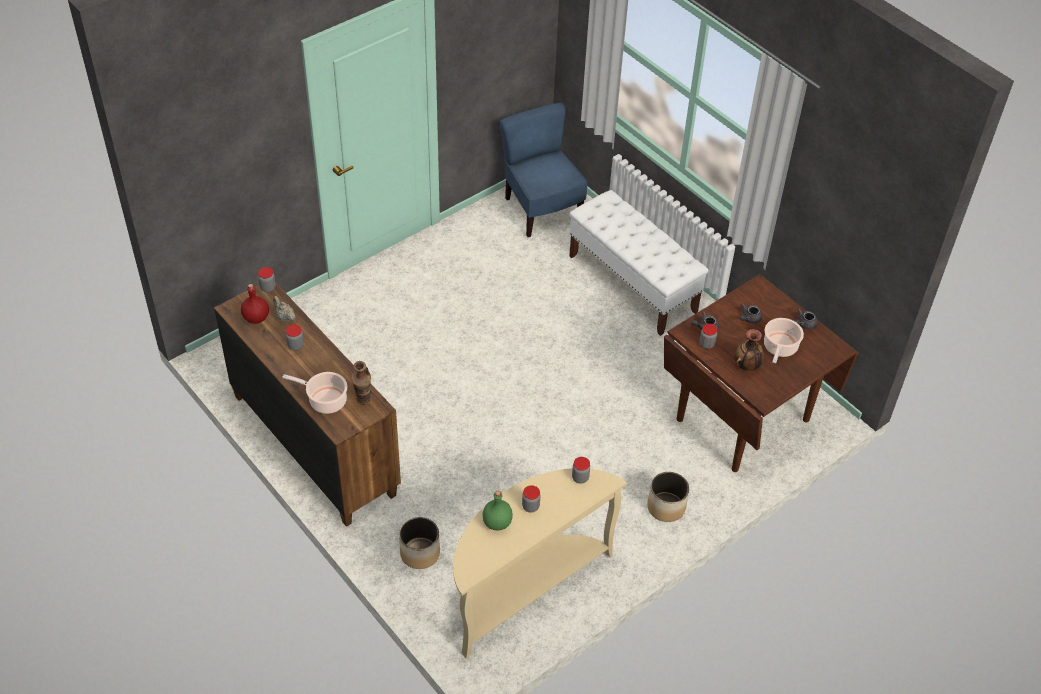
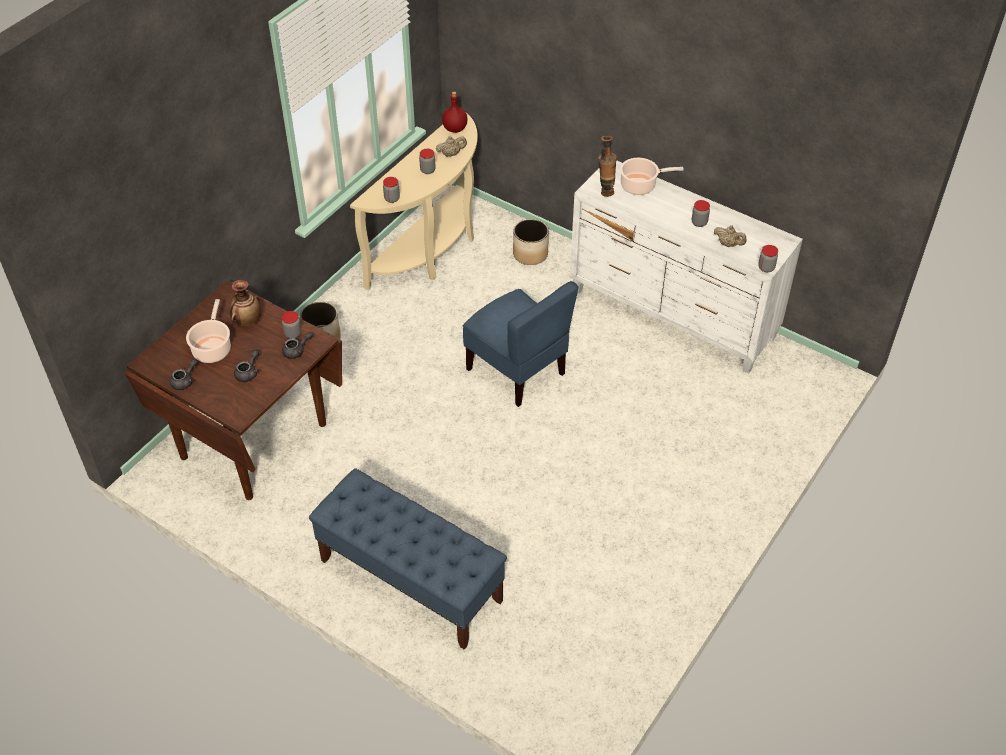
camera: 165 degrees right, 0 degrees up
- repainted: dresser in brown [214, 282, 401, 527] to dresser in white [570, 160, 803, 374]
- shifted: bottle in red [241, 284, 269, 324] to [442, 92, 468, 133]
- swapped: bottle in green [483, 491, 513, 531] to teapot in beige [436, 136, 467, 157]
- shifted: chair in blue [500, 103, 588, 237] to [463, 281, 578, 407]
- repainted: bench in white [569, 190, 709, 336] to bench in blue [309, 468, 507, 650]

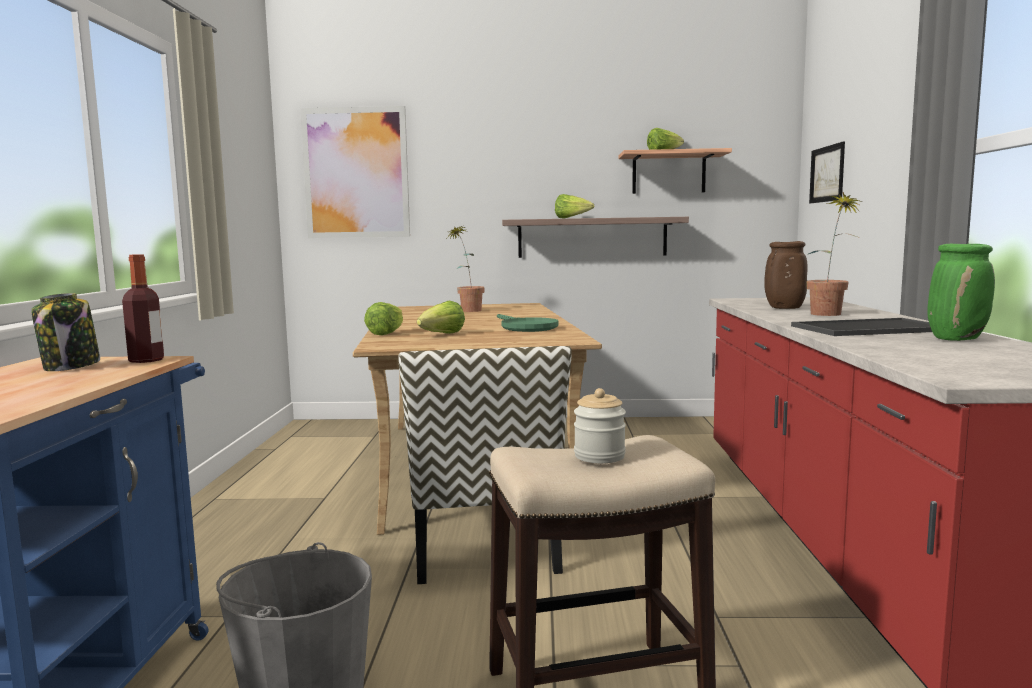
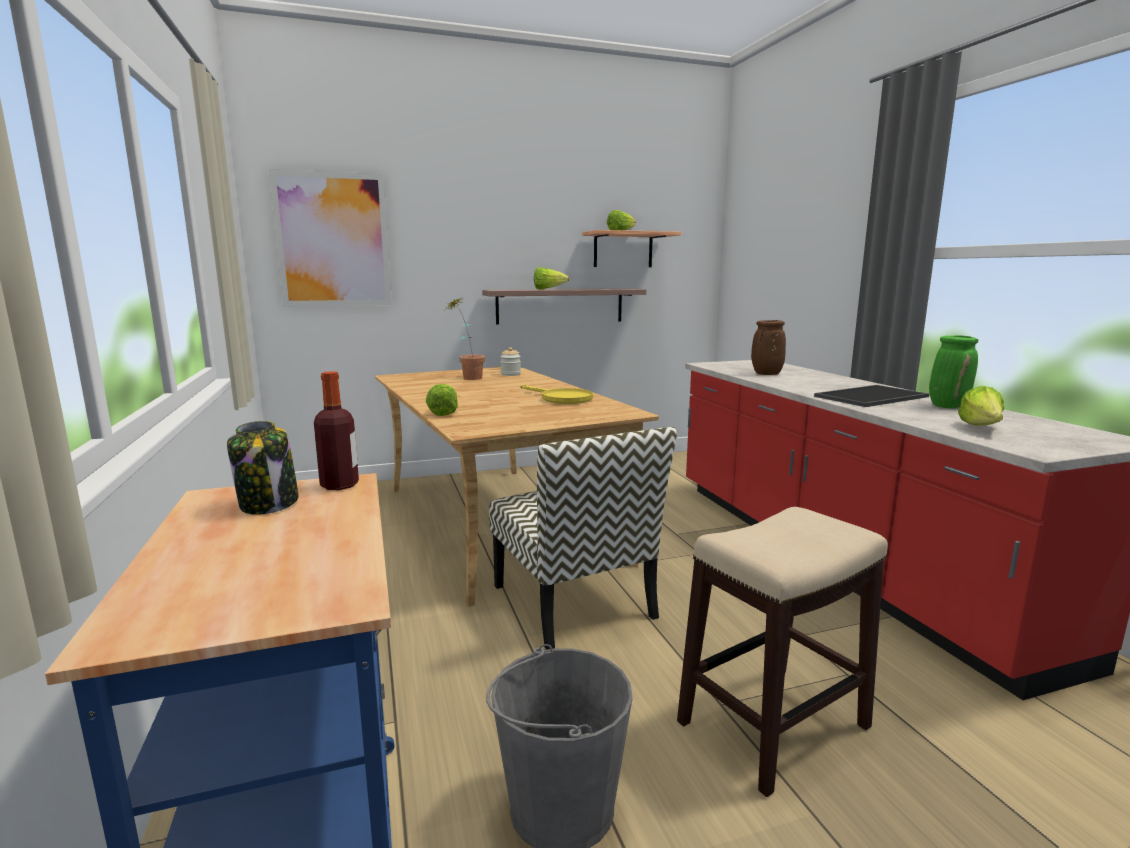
camera: 20 degrees left, 5 degrees up
- shifted: lettuce [417, 300, 465, 334] to [958, 386, 1004, 426]
- repainted: frying pan in green [497, 314, 558, 332] to frying pan in yellow [521, 385, 593, 404]
- shifted: jar [574, 388, 626, 463] to [500, 347, 521, 376]
- gone: potted plant [807, 192, 860, 316]
- gone: picture [809, 141, 845, 203]

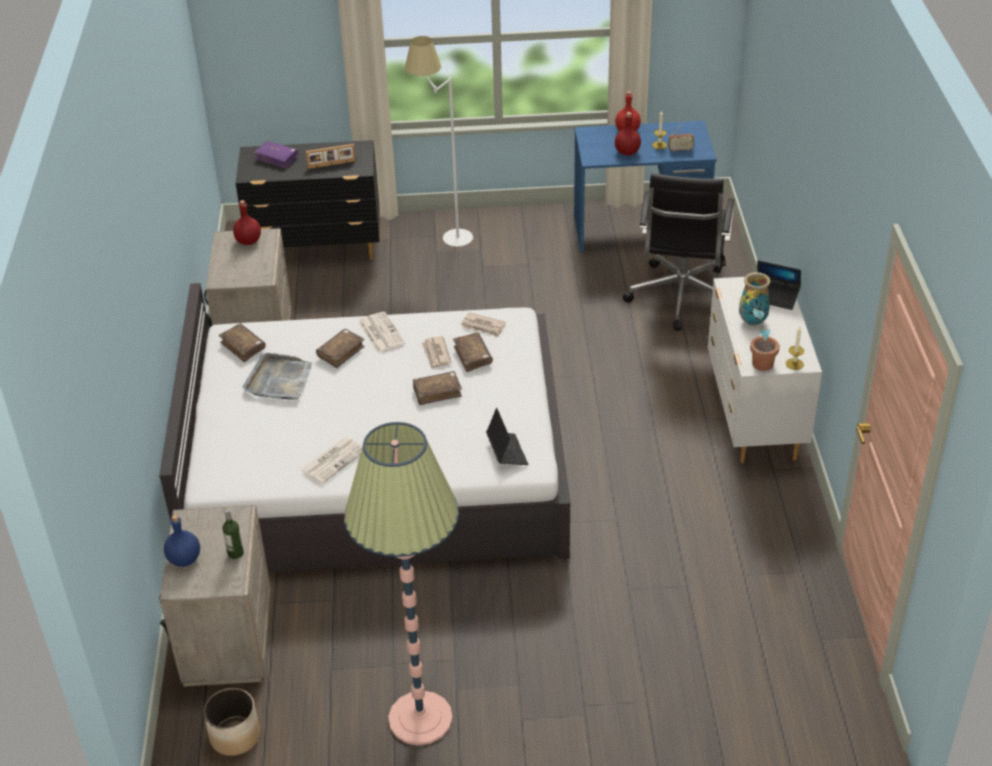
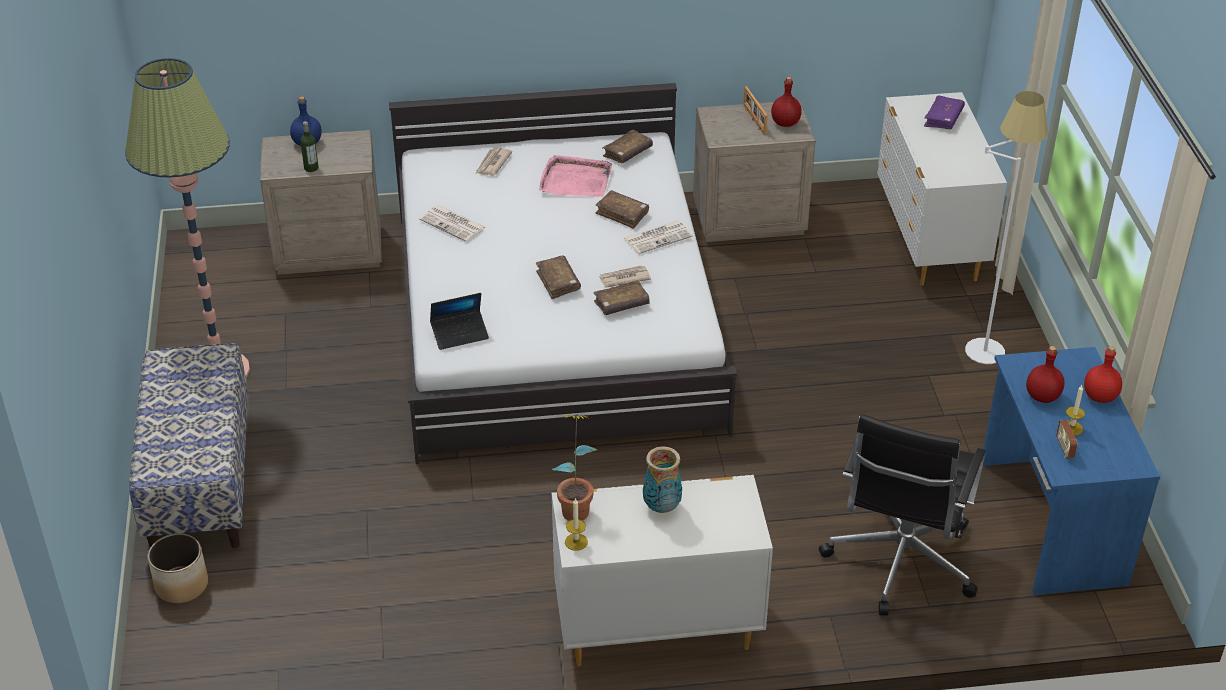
camera: 85 degrees right, 0 degrees up
- shifted: planter [203, 688, 260, 756] to [148, 533, 208, 603]
- repainted: dresser in black [236, 140, 380, 260] to dresser in white [877, 92, 1007, 286]
- repainted: tray in grey [243, 353, 312, 400] to tray in pink [539, 155, 612, 197]
- shifted: picture frame [306, 144, 356, 169] to [743, 86, 768, 135]
- shifted: newspaper [461, 312, 506, 337] to [476, 147, 512, 176]
- rotated: office chair in black [622, 173, 734, 331] = [819, 414, 986, 616] 75 degrees counterclockwise
- gone: laptop [757, 260, 801, 310]
- new: bench [129, 343, 248, 548]

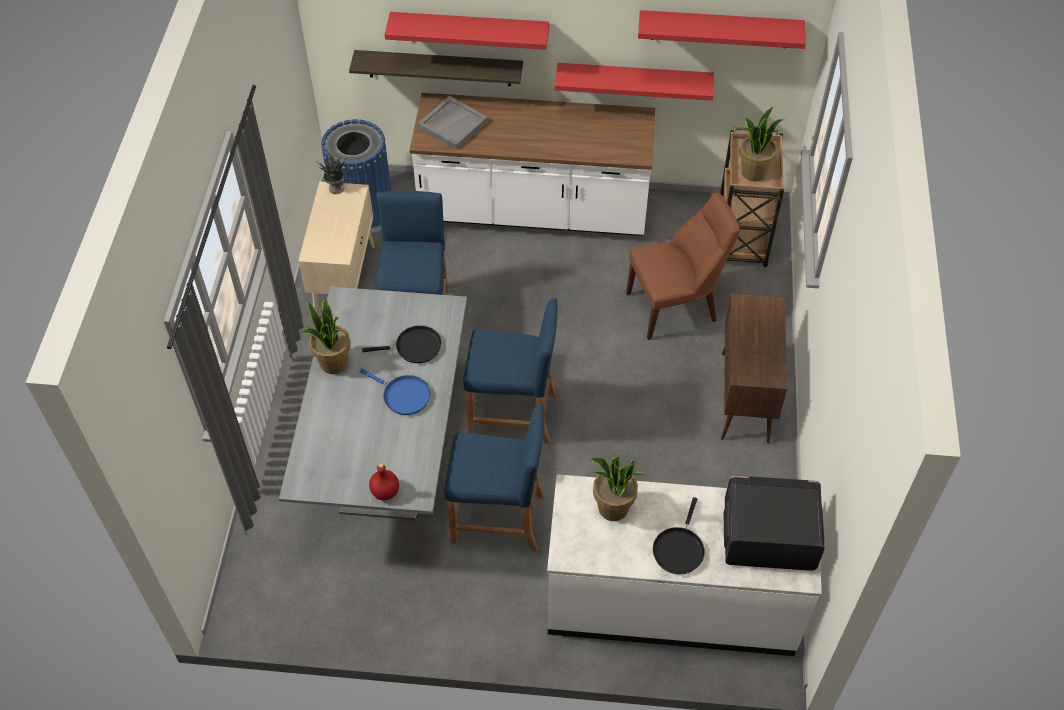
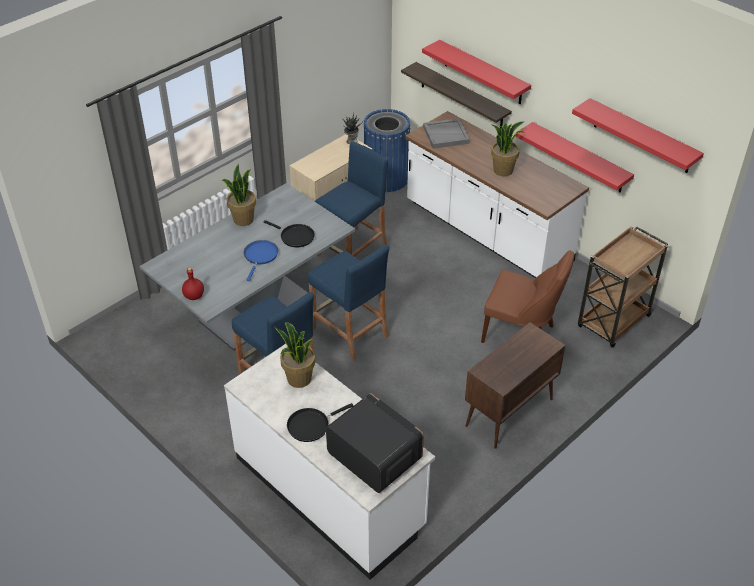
camera: 40 degrees right, 10 degrees down
- rotated: frying pan in blue [359, 368, 430, 415] = [244, 240, 278, 281] 150 degrees counterclockwise
- shifted: potted plant [739, 107, 784, 181] to [491, 121, 526, 176]

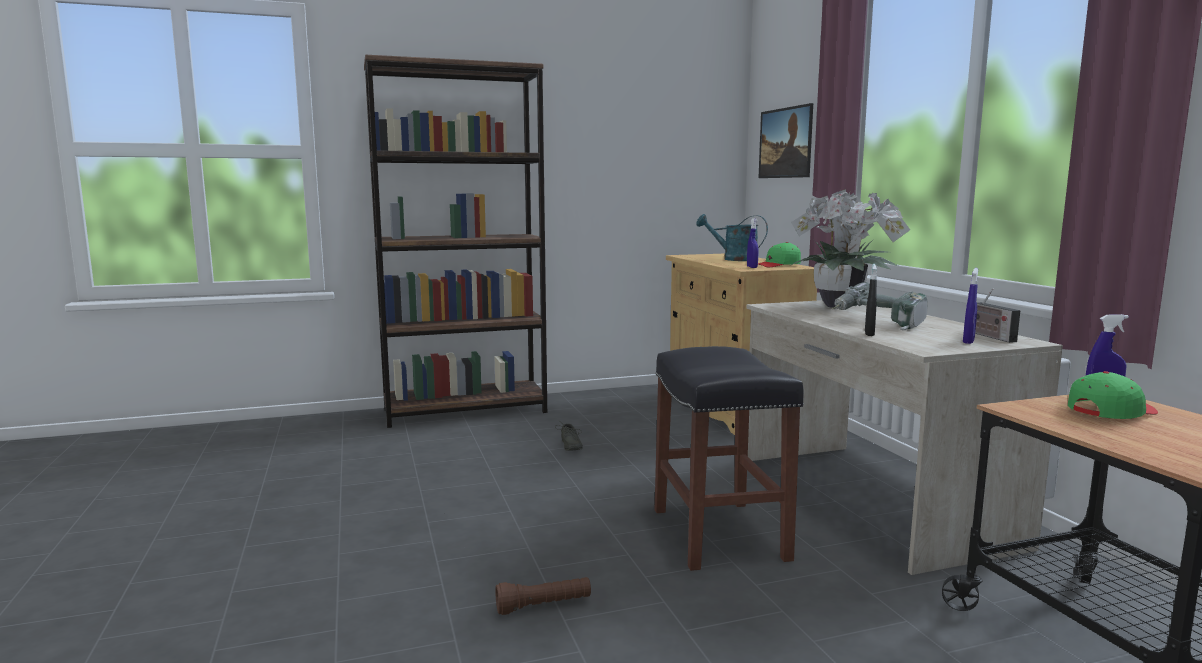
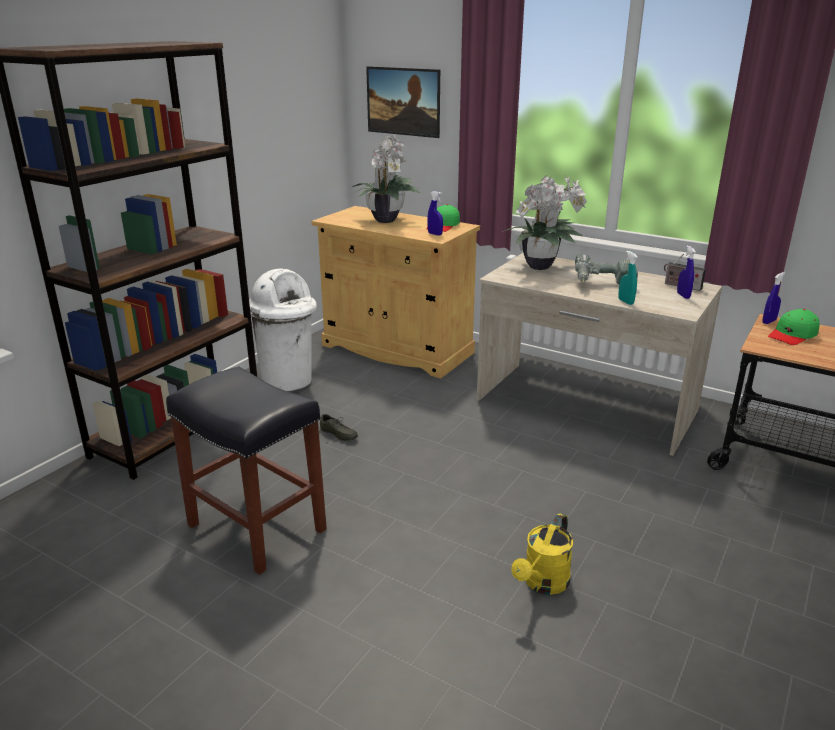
camera: 40 degrees left, 15 degrees up
- swapped: flashlight in brown [495, 577, 591, 615] to watering can in yellow [511, 513, 573, 595]
- shifted: stool in black [654, 346, 804, 571] to [166, 367, 327, 575]
- swapped: watering can in turquoise [696, 214, 768, 261] to potted plant [352, 134, 420, 223]
- repainted: spray bottle in black [865, 264, 877, 336] to spray bottle in turquoise [618, 251, 638, 305]
- rotated: cap in green [1068, 371, 1158, 419] = [768, 309, 820, 345] 150 degrees counterclockwise
- new: trash can in white [249, 269, 317, 391]

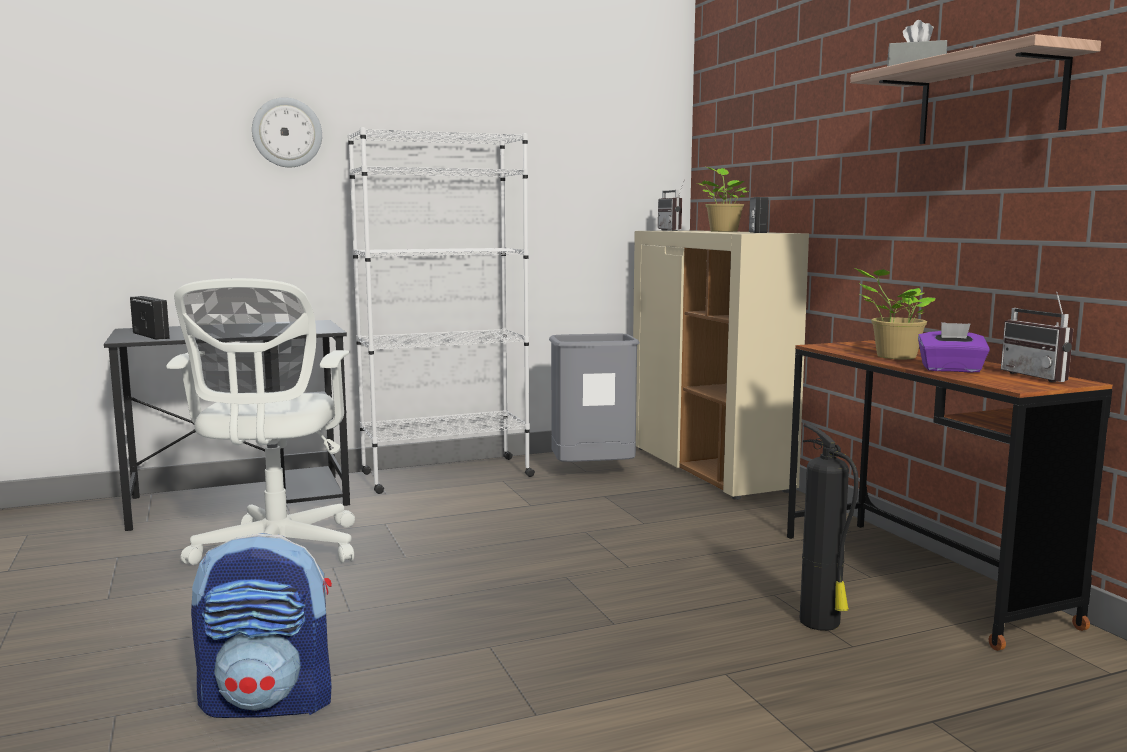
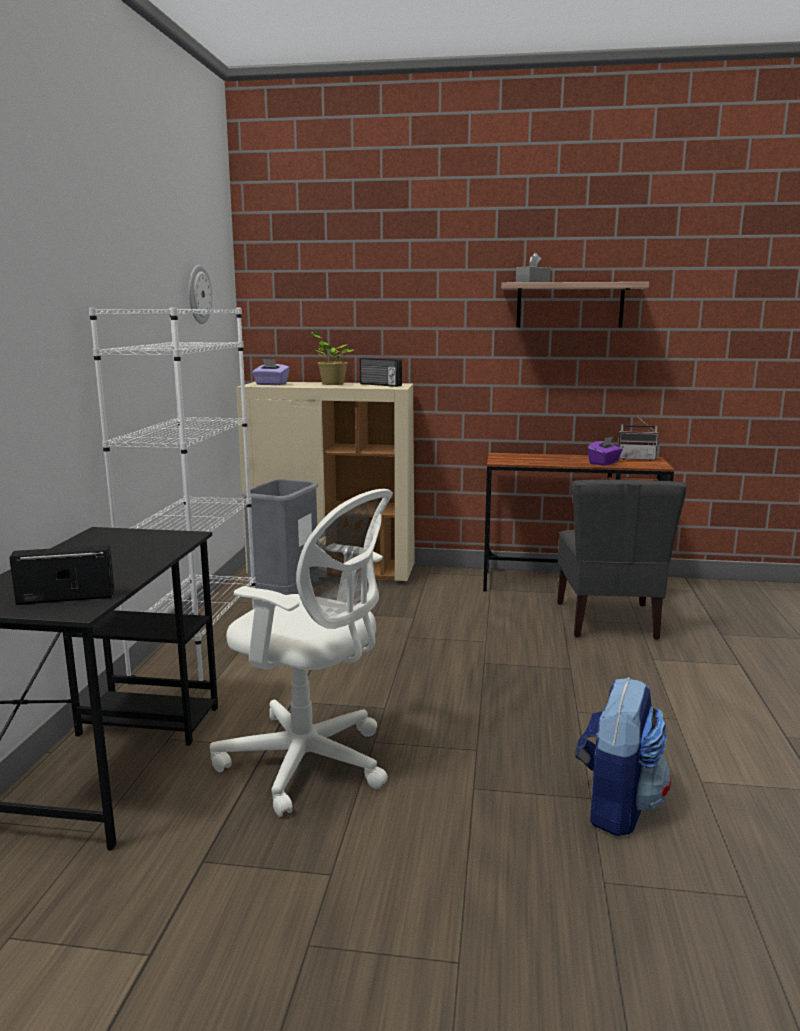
camera: 60 degrees left, 5 degrees up
- shifted: wall clock [252, 97, 322, 167] to [189, 265, 212, 324]
- swapped: radio [658, 180, 685, 231] to tissue box in purple [252, 359, 290, 385]
- swapped: fire extinguisher [800, 424, 859, 631] to chair in grey [557, 480, 687, 640]
- gone: potted plant [855, 268, 935, 359]

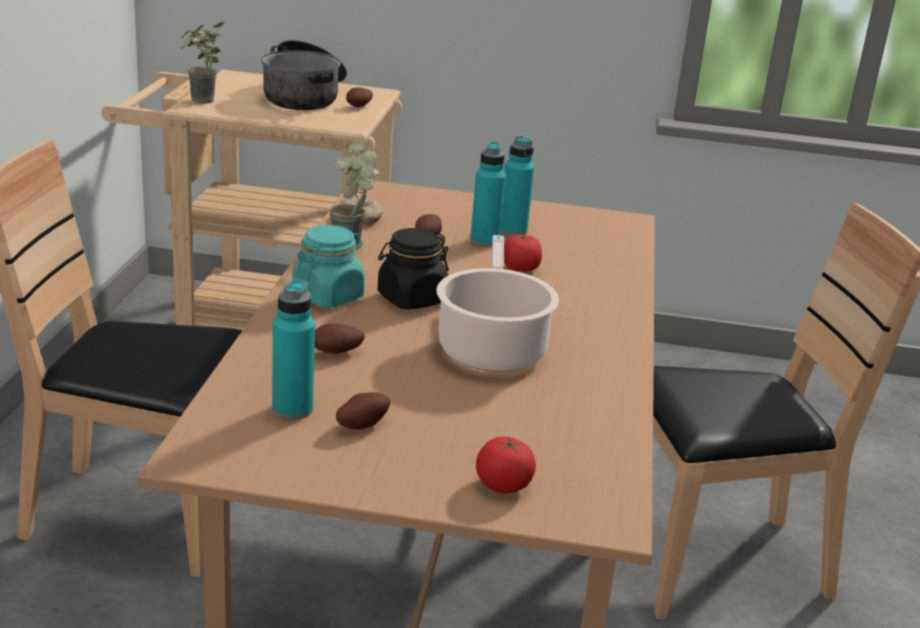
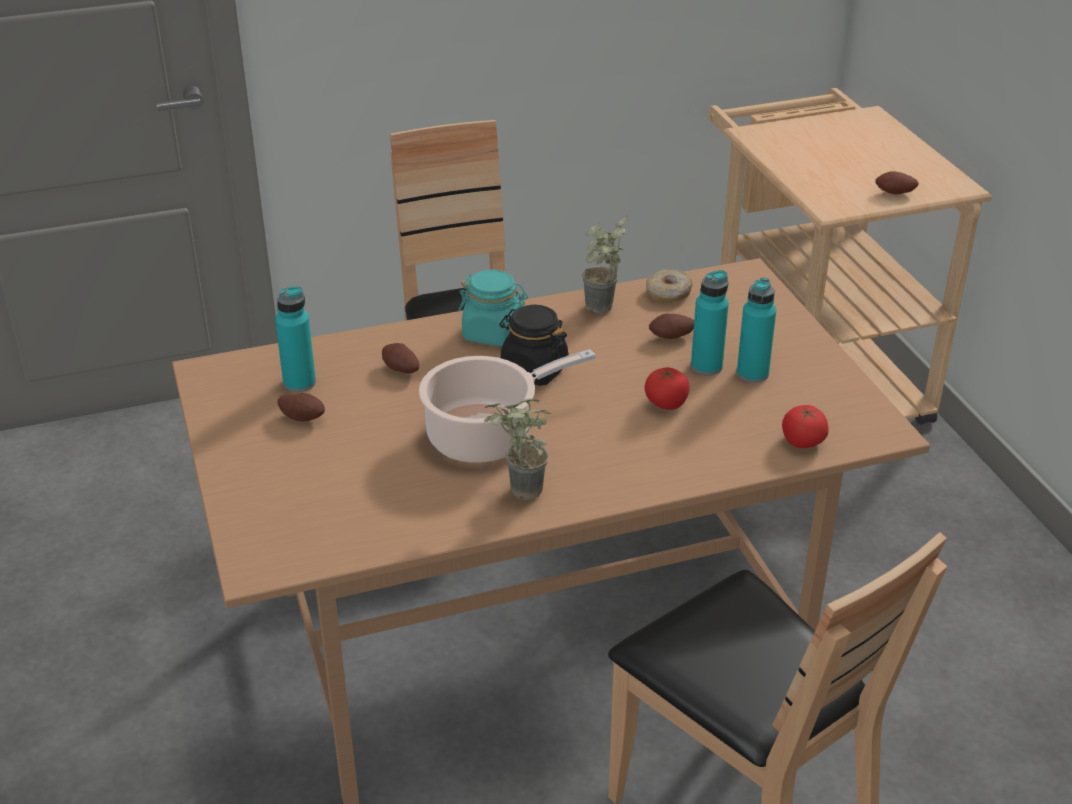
camera: 65 degrees right, 10 degrees up
- shifted: potted plant [180, 20, 225, 104] to [484, 398, 551, 500]
- gone: cooking pot [261, 40, 347, 110]
- shifted: tomato [476, 437, 536, 494] to [782, 405, 829, 448]

